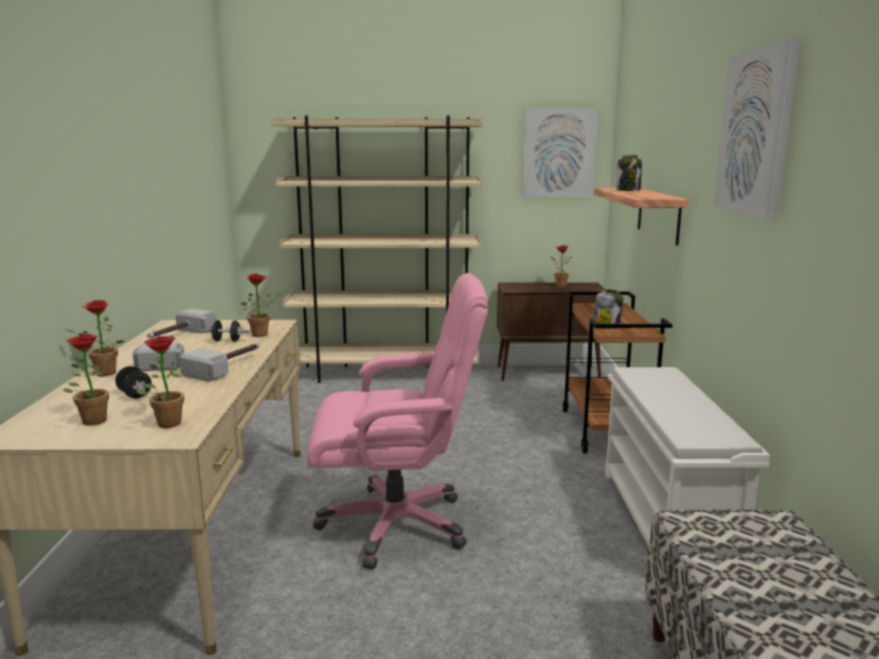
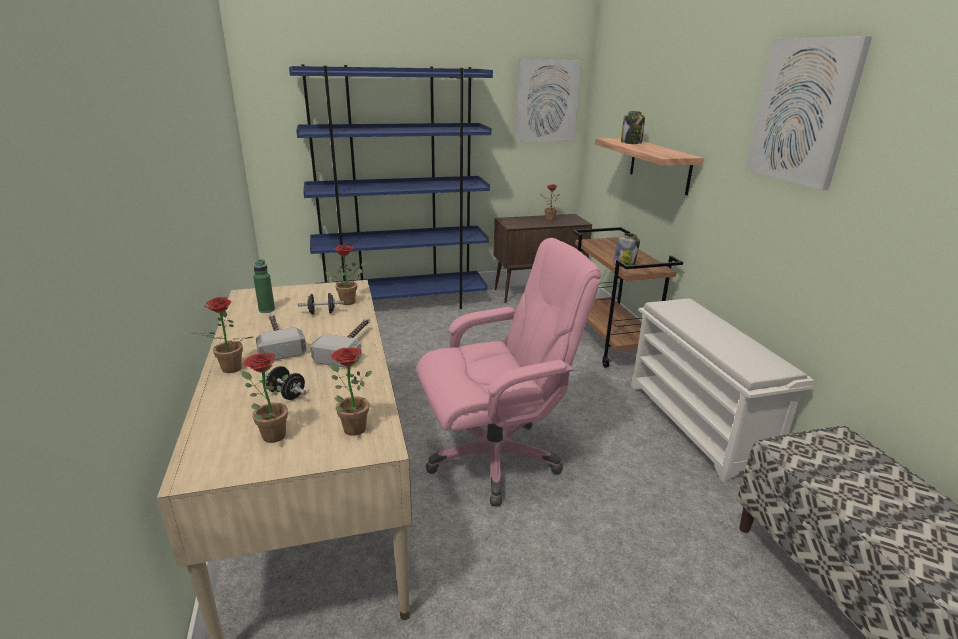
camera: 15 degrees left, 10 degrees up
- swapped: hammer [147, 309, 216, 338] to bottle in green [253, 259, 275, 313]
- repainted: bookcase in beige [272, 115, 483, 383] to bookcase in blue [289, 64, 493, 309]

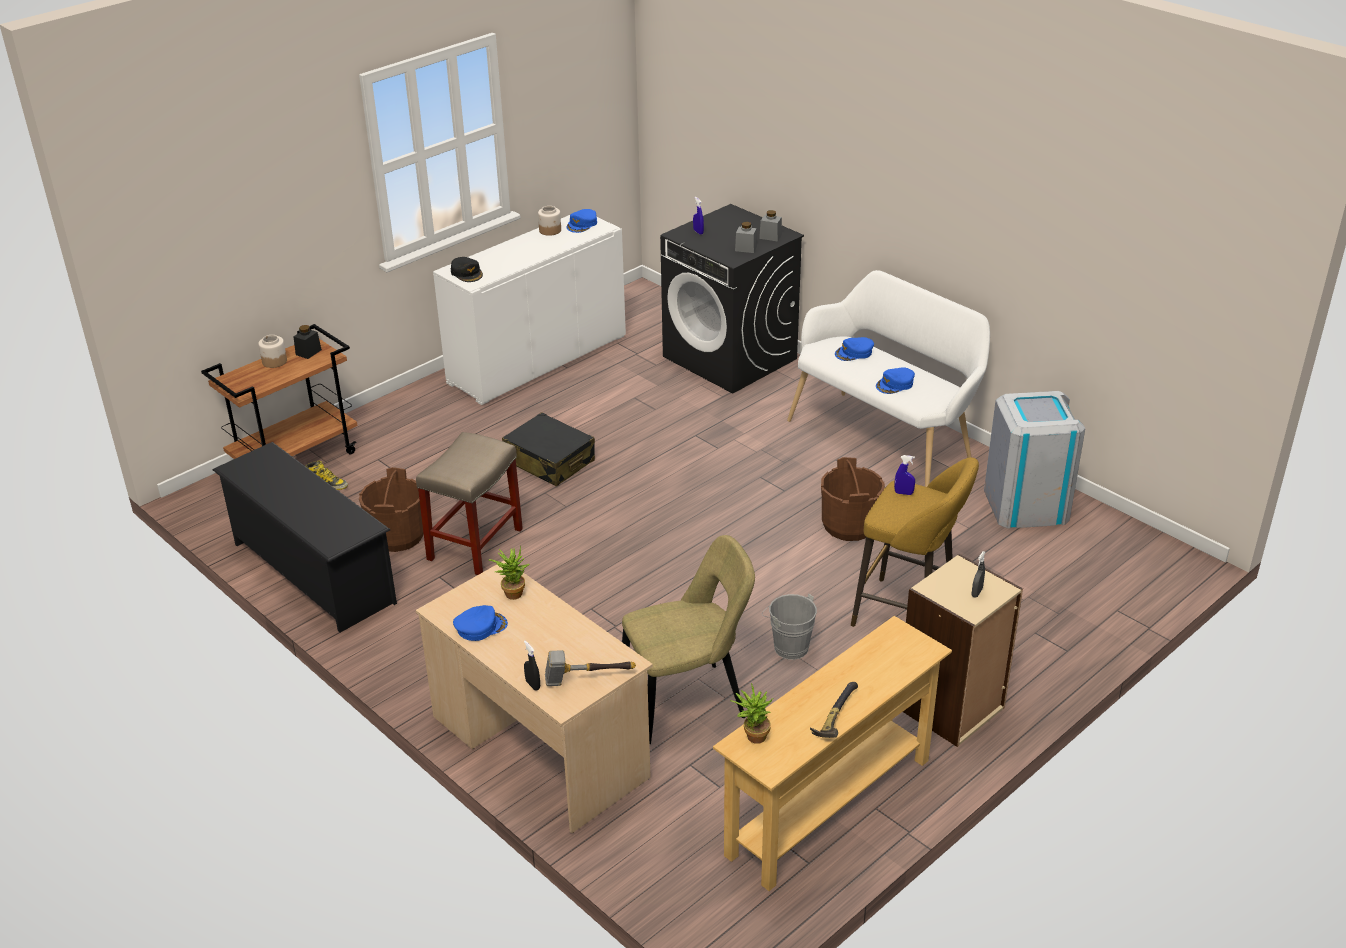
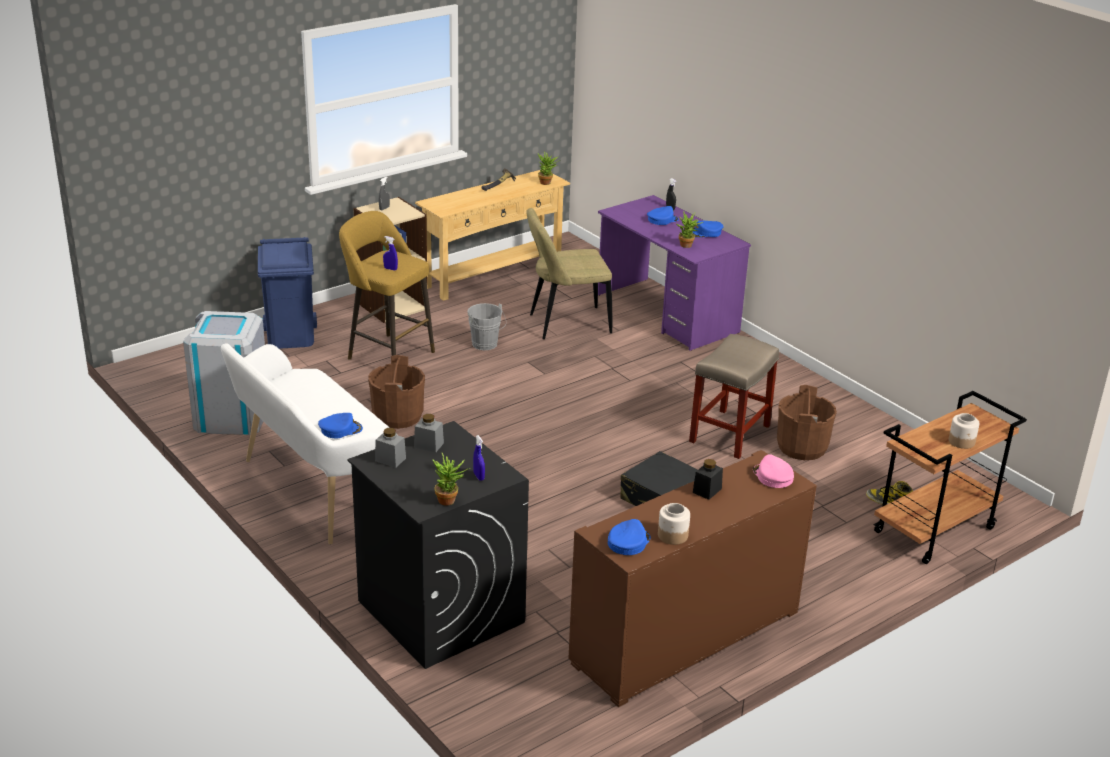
camera: 175 degrees left, 5 degrees down
- gone: shoe rack in black [213, 442, 397, 633]
- shifted: jar in black [294, 325, 322, 359] to [693, 459, 723, 500]
- repainted: desk in beige [416, 561, 653, 833] to desk in purple [598, 195, 751, 351]
- repainted: cabinet in white [433, 215, 626, 405] to cabinet in brown [568, 450, 817, 707]
- repainted: cap in black [451, 257, 483, 282] to cap in pink [753, 454, 794, 488]
- gone: hammer [545, 650, 636, 686]
- shifted: cap in blue [876, 367, 915, 394] to [647, 206, 679, 225]
- new: trash can in blue [258, 237, 317, 349]
- new: potted plant [432, 453, 470, 506]

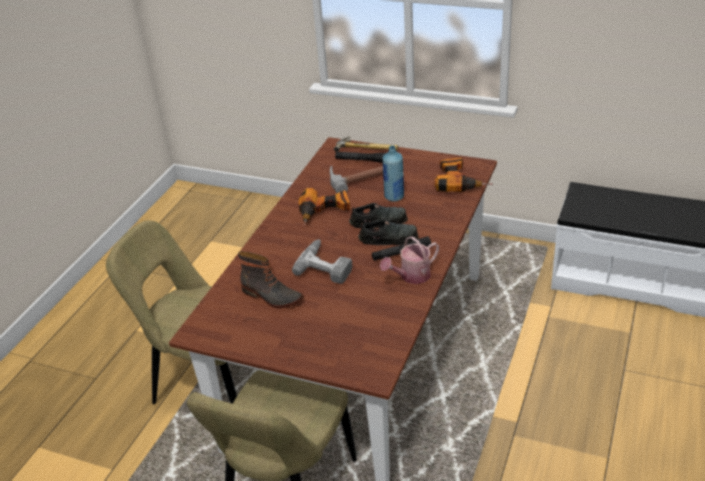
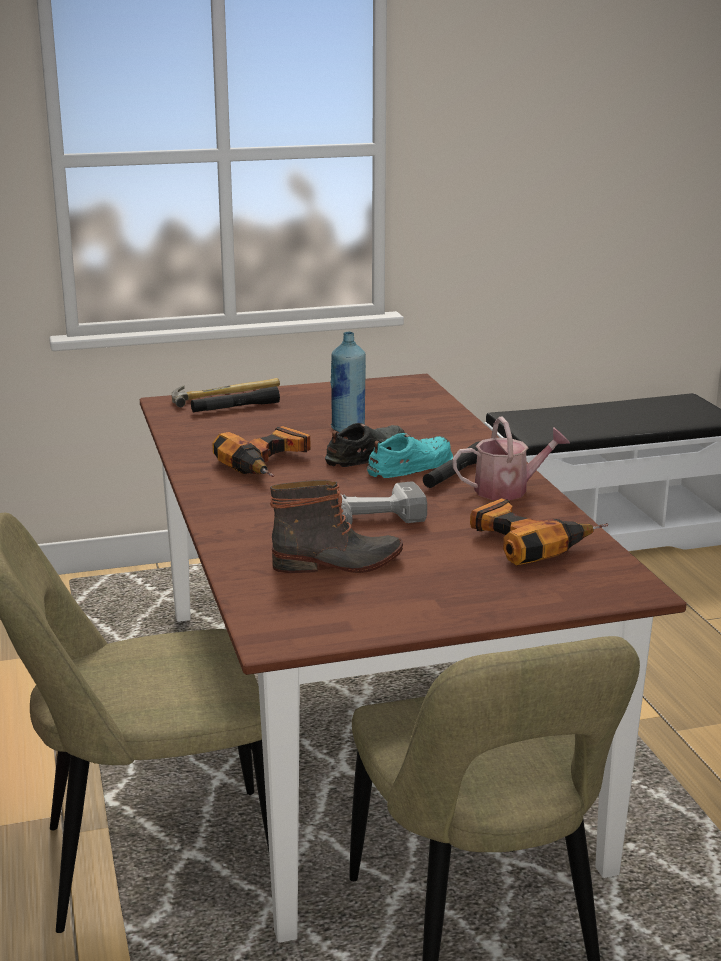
camera: 40 degrees left, 15 degrees down
- gone: hammer [330, 166, 383, 193]
- repainted: shoe in black [358, 219, 419, 245] to shoe in turquoise [367, 433, 453, 478]
- rotated: watering can [380, 236, 439, 284] = [452, 417, 570, 500] 120 degrees counterclockwise
- shifted: power drill [435, 158, 492, 192] to [470, 498, 608, 565]

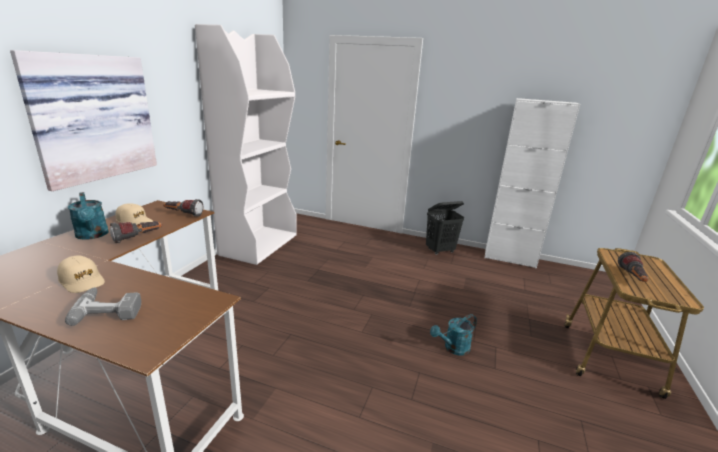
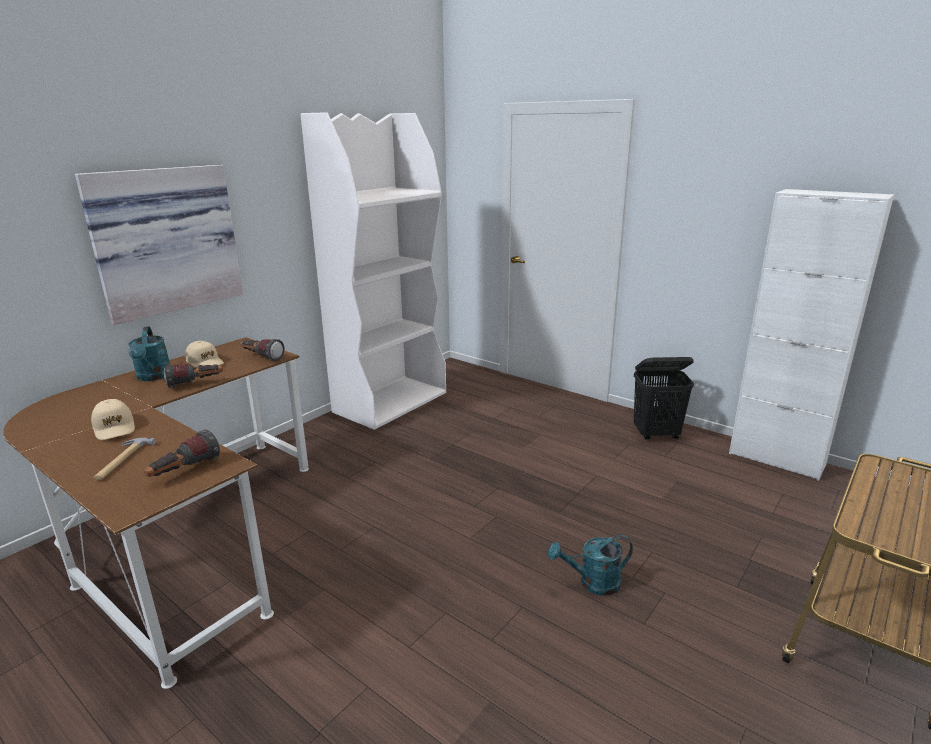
camera: 20 degrees right, 0 degrees up
- swapped: power drill [65, 287, 141, 326] to hammer [94, 438, 156, 480]
- shifted: flashlight [618, 252, 648, 282] to [144, 429, 220, 477]

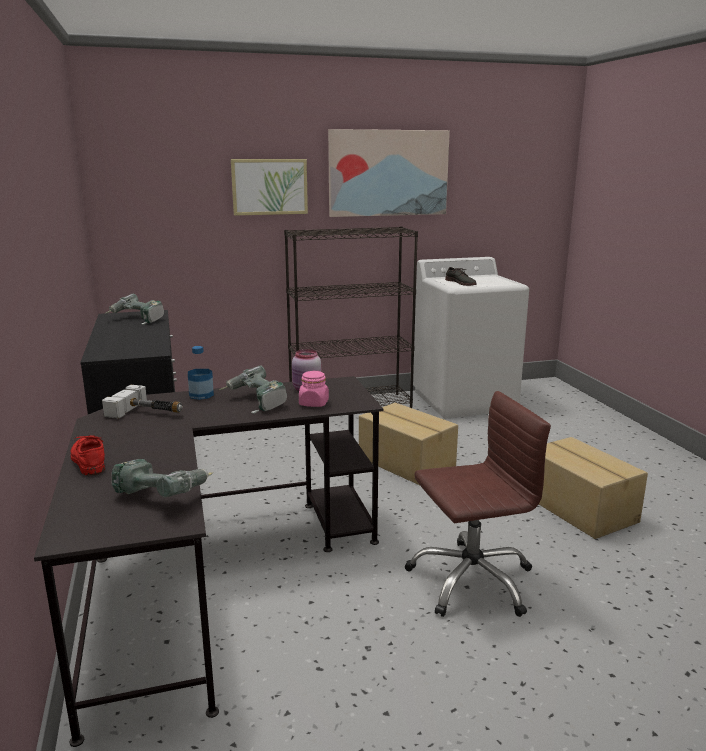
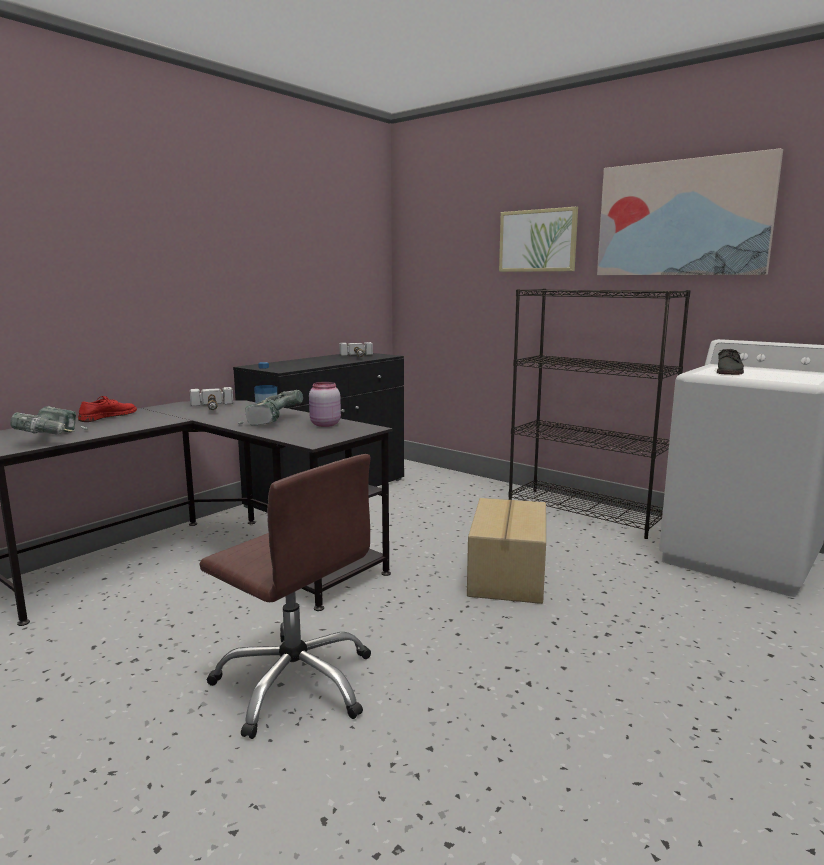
camera: 55 degrees right, 5 degrees down
- swapped: power drill [105, 293, 164, 325] to hammer [339, 342, 373, 357]
- gone: jar in pink [299, 371, 329, 407]
- gone: cardboard box [539, 437, 648, 539]

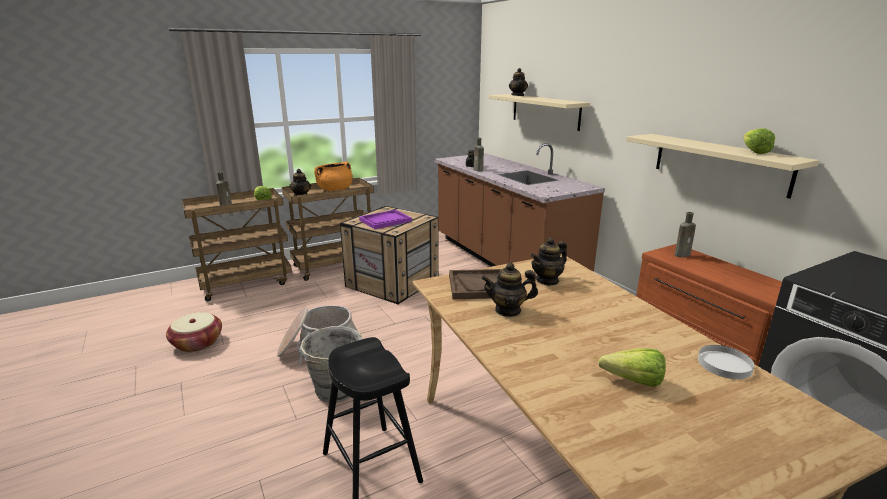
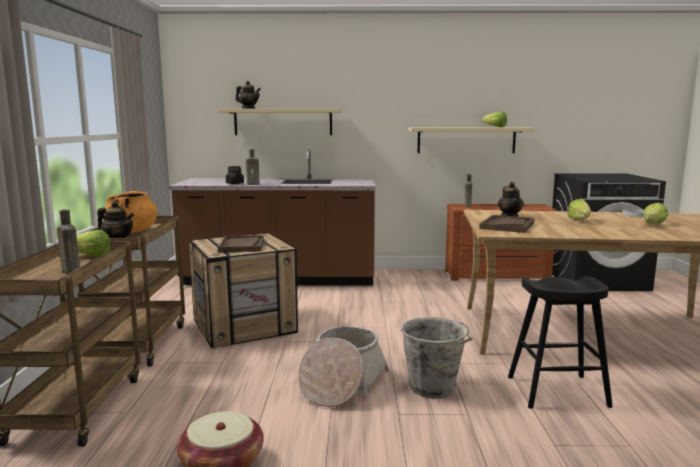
camera: 60 degrees left, 10 degrees down
- repainted: tray in purple [359, 210, 412, 229] to tray in brown [218, 235, 264, 252]
- gone: teapot [481, 262, 538, 317]
- new: lettuce [567, 199, 591, 220]

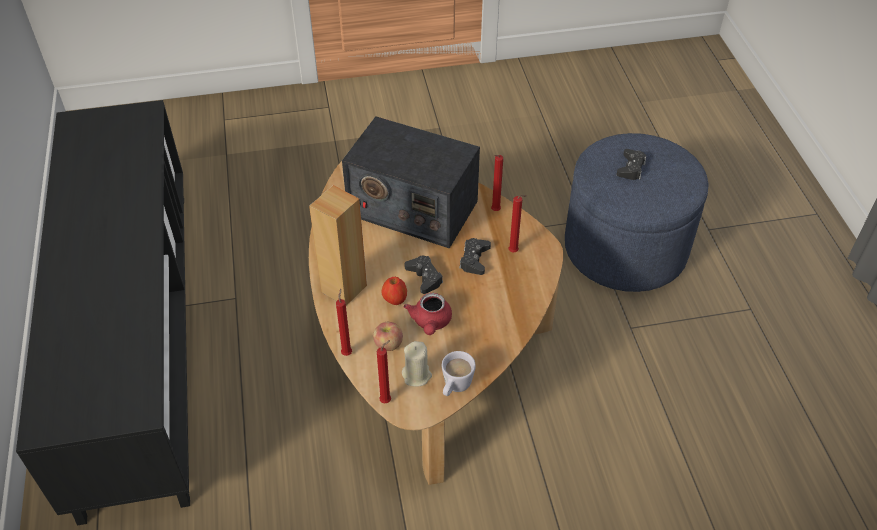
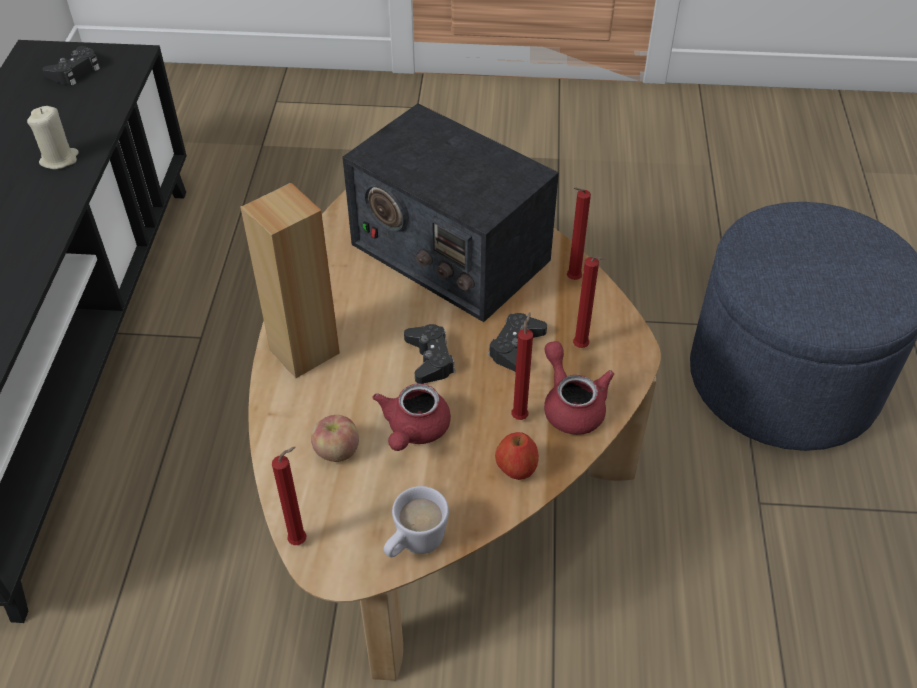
camera: 15 degrees right, 0 degrees up
- shifted: candle in red [336, 289, 352, 356] to [511, 313, 533, 420]
- shifted: apple [382, 277, 407, 305] to [495, 432, 539, 480]
- shifted: candle in beige [402, 341, 432, 386] to [27, 106, 79, 169]
- shifted: game controller in black [617, 149, 646, 180] to [43, 46, 100, 86]
- new: teapot in red [544, 341, 614, 435]

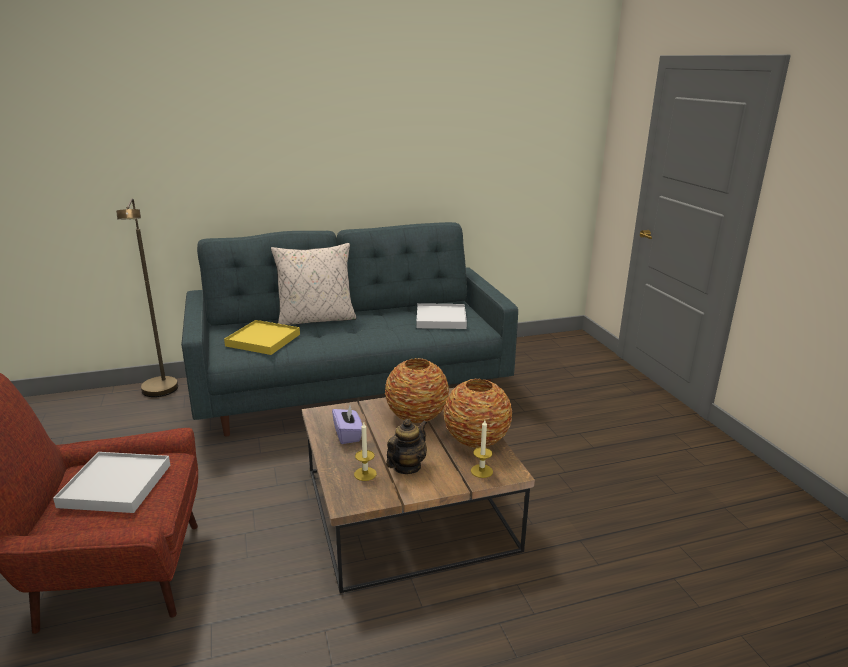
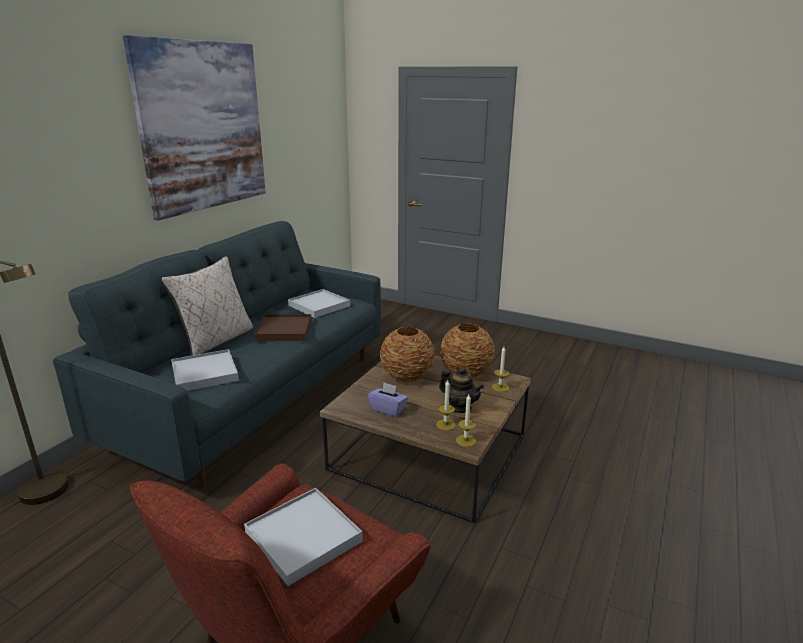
camera: 45 degrees left, 0 degrees up
- repainted: tray in yellow [224, 320, 300, 355] to tray in white [171, 349, 239, 391]
- rotated: teapot [386, 419, 427, 474] = [439, 367, 484, 413] 135 degrees clockwise
- new: picture [123, 35, 266, 221]
- new: tray in brown [254, 314, 312, 341]
- new: candle [456, 395, 476, 447]

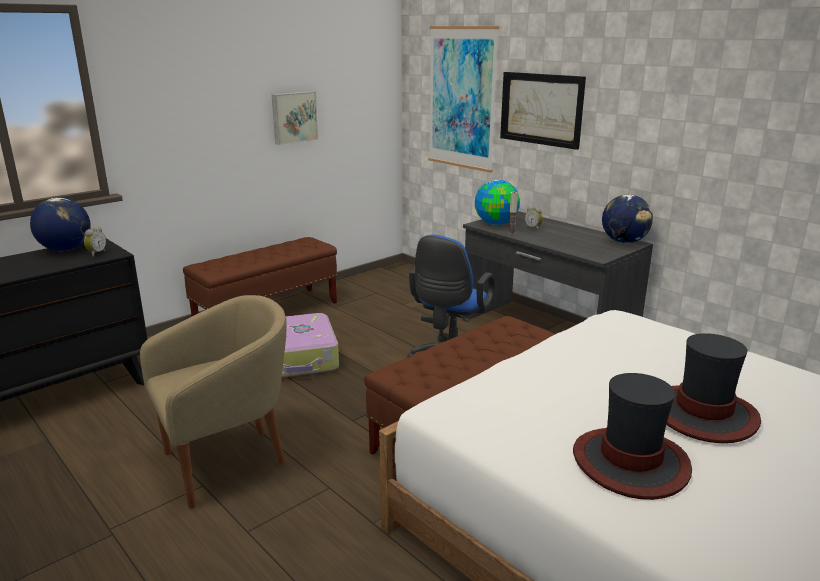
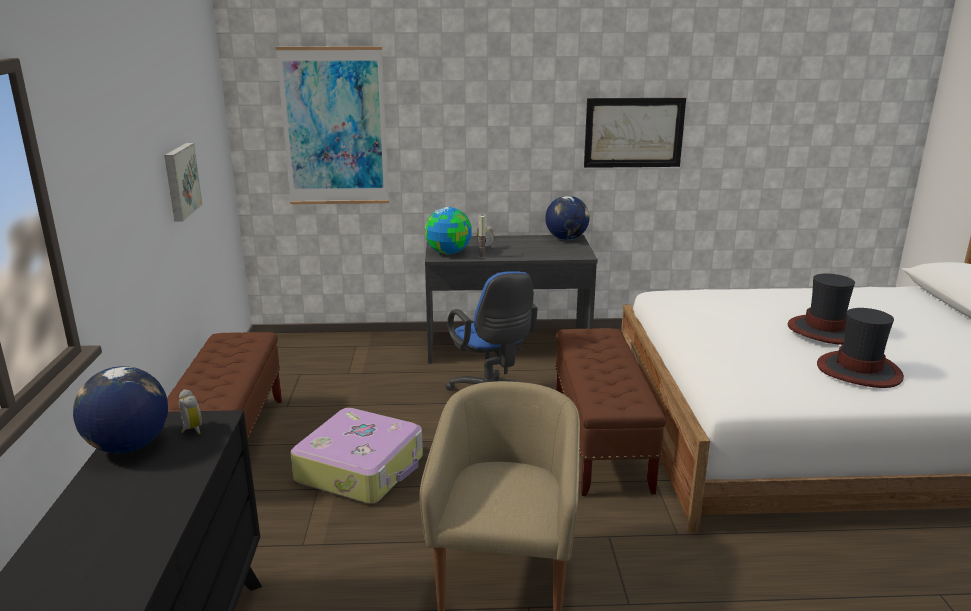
camera: 50 degrees left, 0 degrees up
- shifted: picture [500, 72, 586, 150] to [584, 98, 686, 168]

